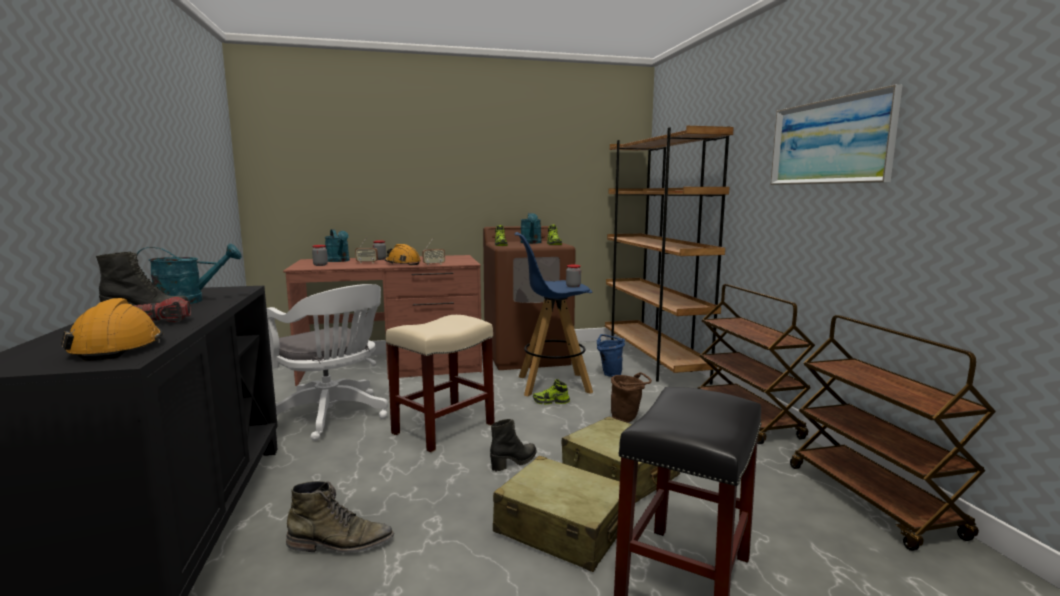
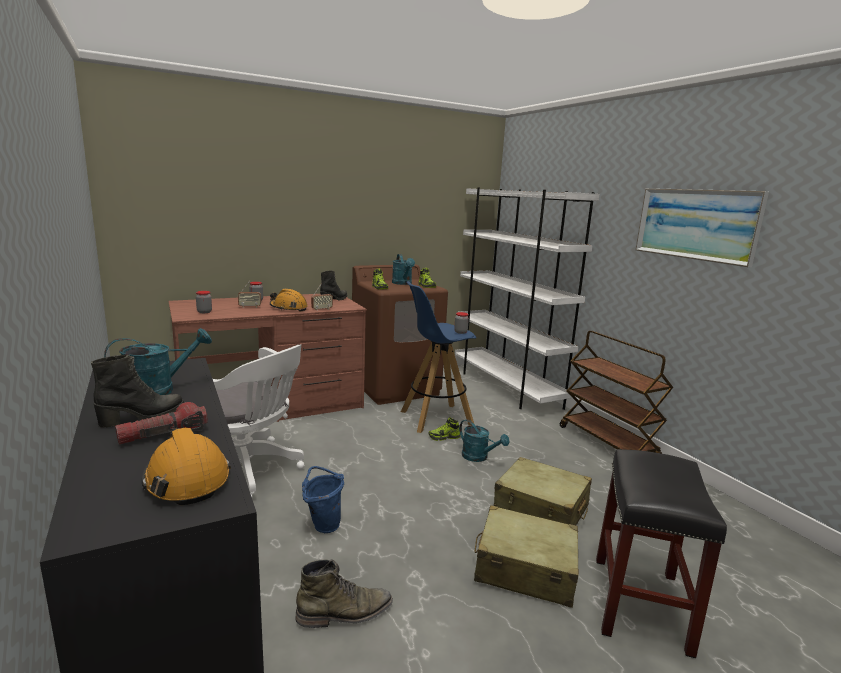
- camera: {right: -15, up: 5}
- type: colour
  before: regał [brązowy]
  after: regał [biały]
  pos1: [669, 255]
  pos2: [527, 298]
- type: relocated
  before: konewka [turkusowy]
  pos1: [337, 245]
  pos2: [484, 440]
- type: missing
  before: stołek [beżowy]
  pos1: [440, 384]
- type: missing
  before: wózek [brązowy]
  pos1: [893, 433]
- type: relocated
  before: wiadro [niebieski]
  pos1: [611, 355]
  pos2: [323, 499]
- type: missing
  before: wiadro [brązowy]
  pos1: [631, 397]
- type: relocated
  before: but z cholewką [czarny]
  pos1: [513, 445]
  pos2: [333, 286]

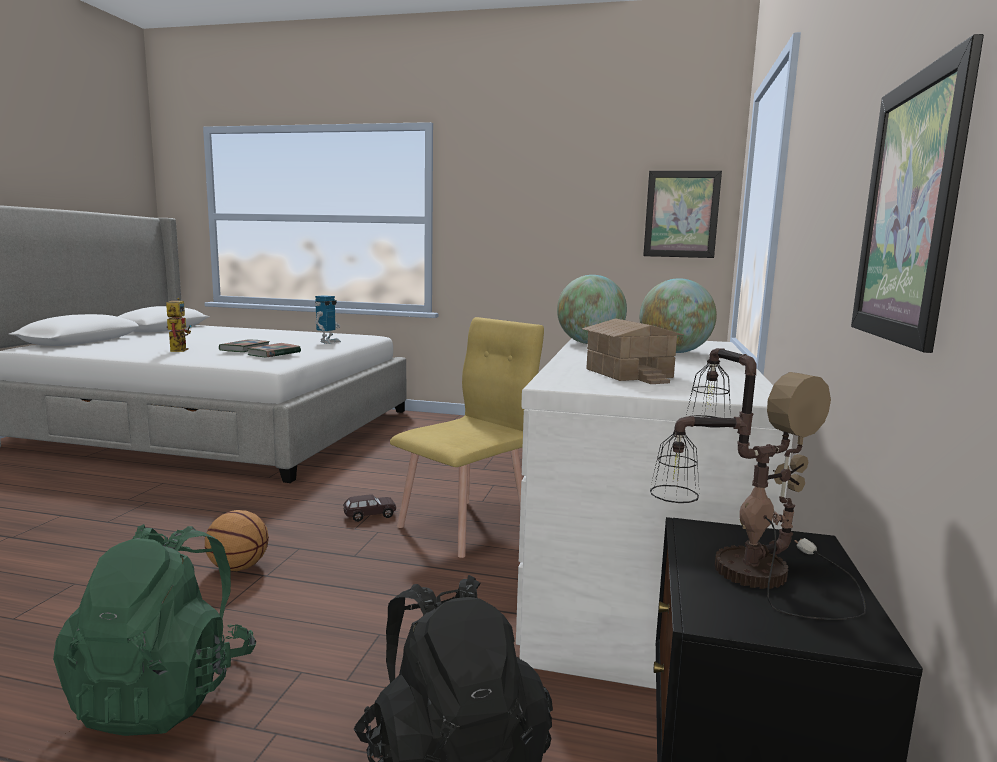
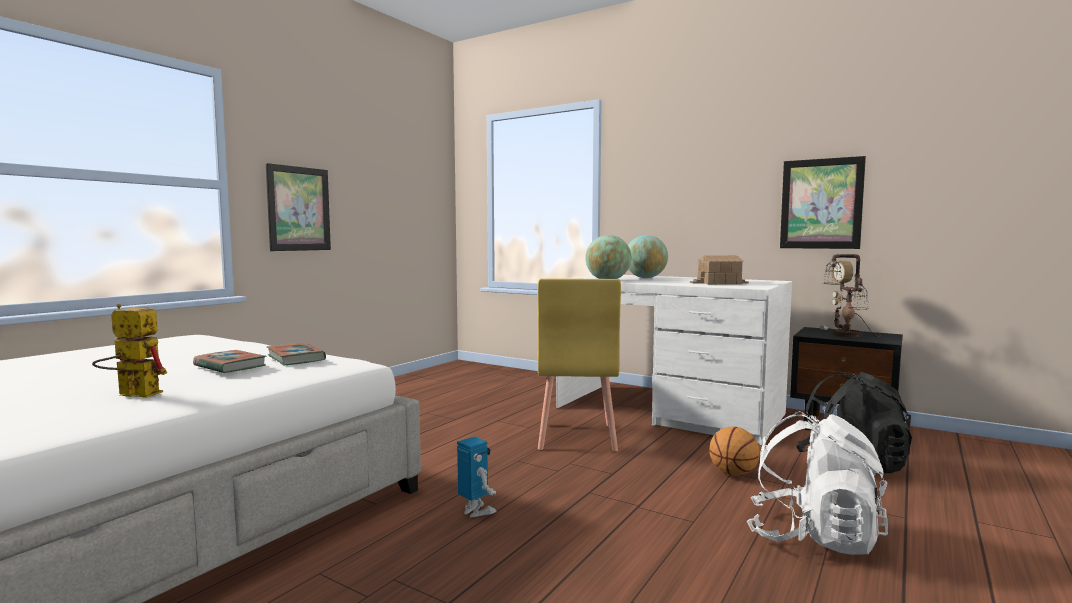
- camera: {right: -70, up: -5}
- type: relocated
  before: obraz
  pos1: [682, 214]
  pos2: [298, 207]
- type: relocated
  before: robot zabawkowy
  pos1: [328, 319]
  pos2: [476, 477]
- type: spun
  before: krzesło [żółty]
  pos1: [467, 437]
  pos2: [579, 364]
  turn: -150
- type: missing
  before: samochodzik [brązowy]
  pos1: [369, 508]
- type: relocated
  before: piłka do koszykówki
  pos1: [237, 540]
  pos2: [734, 451]
- type: colour
  before: plecak [zielony]
  after: plecak [biały]
  pos1: [154, 630]
  pos2: [817, 483]

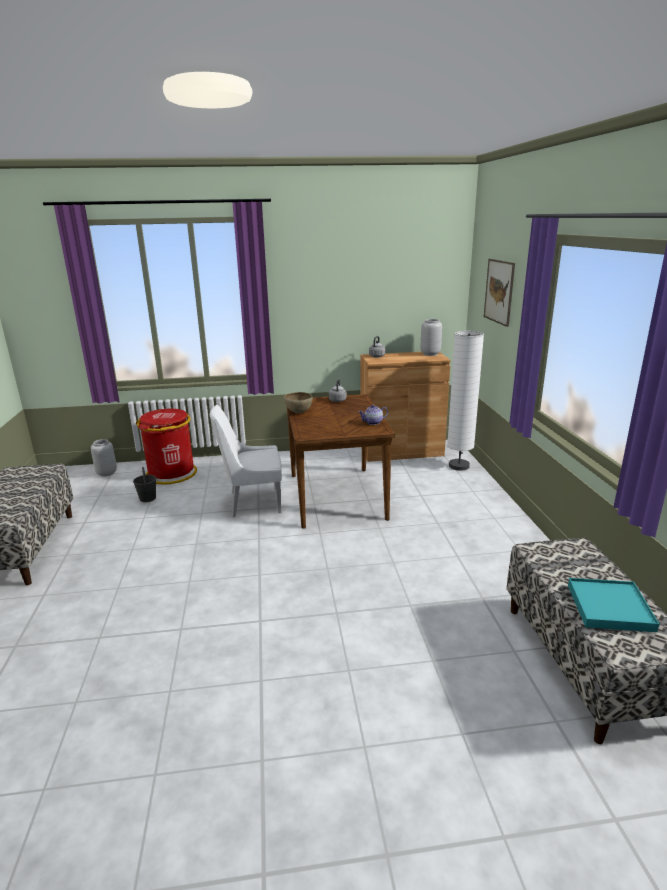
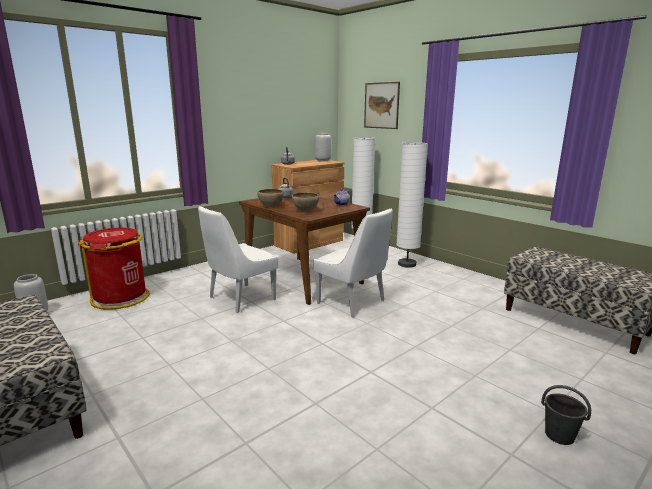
- camera: {right: -35, up: -5}
- type: relocated
  before: wiadro [szary]
  pos1: [144, 484]
  pos2: [566, 415]
- type: missing
  before: taca [turkusowy]
  pos1: [613, 605]
- type: appeared
  after: lampa stojąca [biały]
  pos2: [412, 205]
- type: appeared
  after: miska [brązowy]
  pos2: [305, 202]
- type: appeared
  after: krzesło [biały]
  pos2: [353, 263]

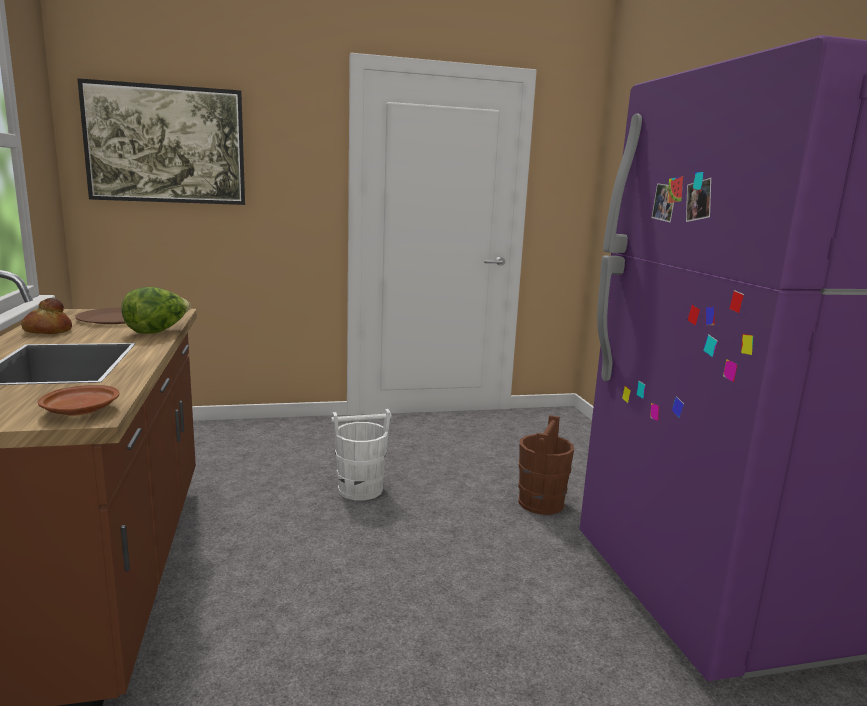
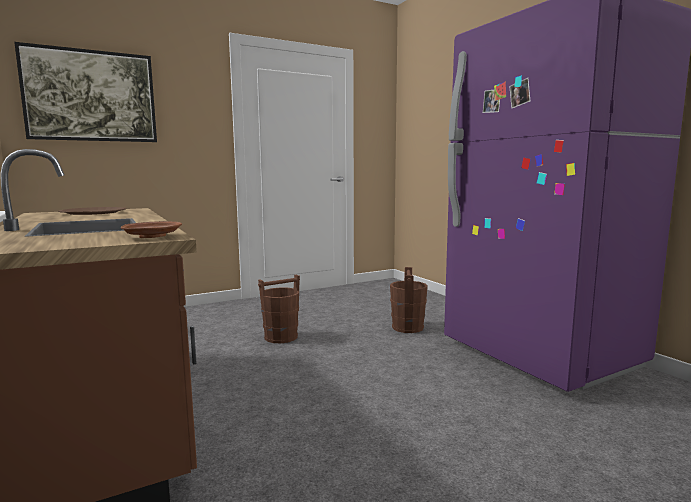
- camera: {right: -15, up: -5}
- type: missing
  before: sałata
  pos1: [156, 310]
- type: missing
  before: chleb
  pos1: [46, 316]
- type: colour
  before: wiadro [biały]
  after: wiadro [brązowy]
  pos1: [361, 454]
  pos2: [279, 309]

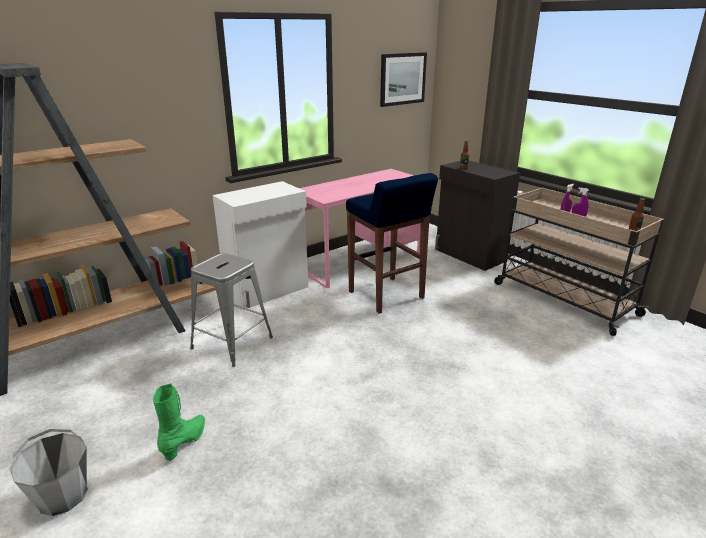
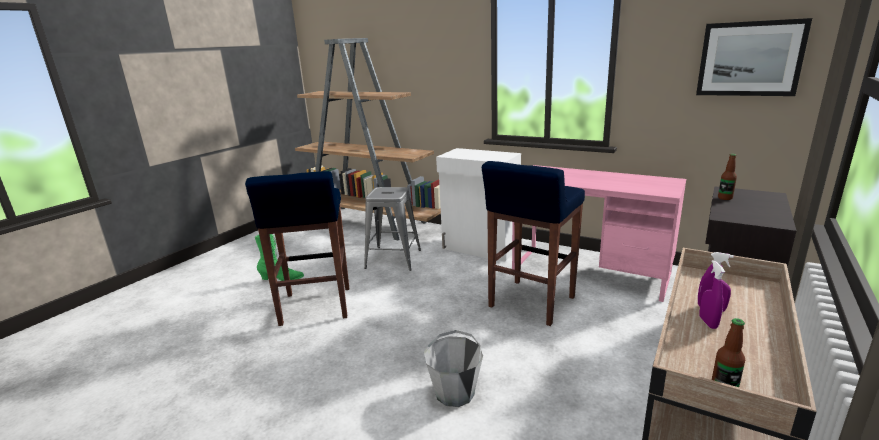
- camera: {right: 70, up: -5}
- type: relocated
  before: wiadro [szary]
  pos1: [48, 472]
  pos2: [453, 368]
- type: appeared
  after: stołek [niebieski]
  pos2: [297, 248]

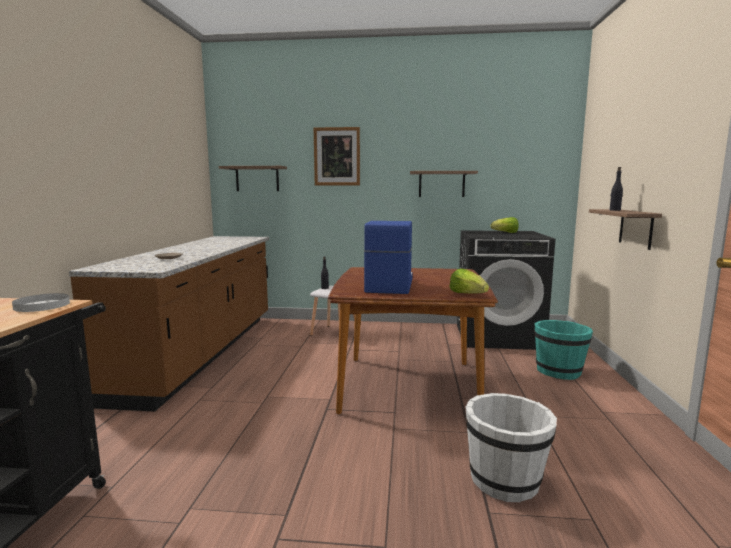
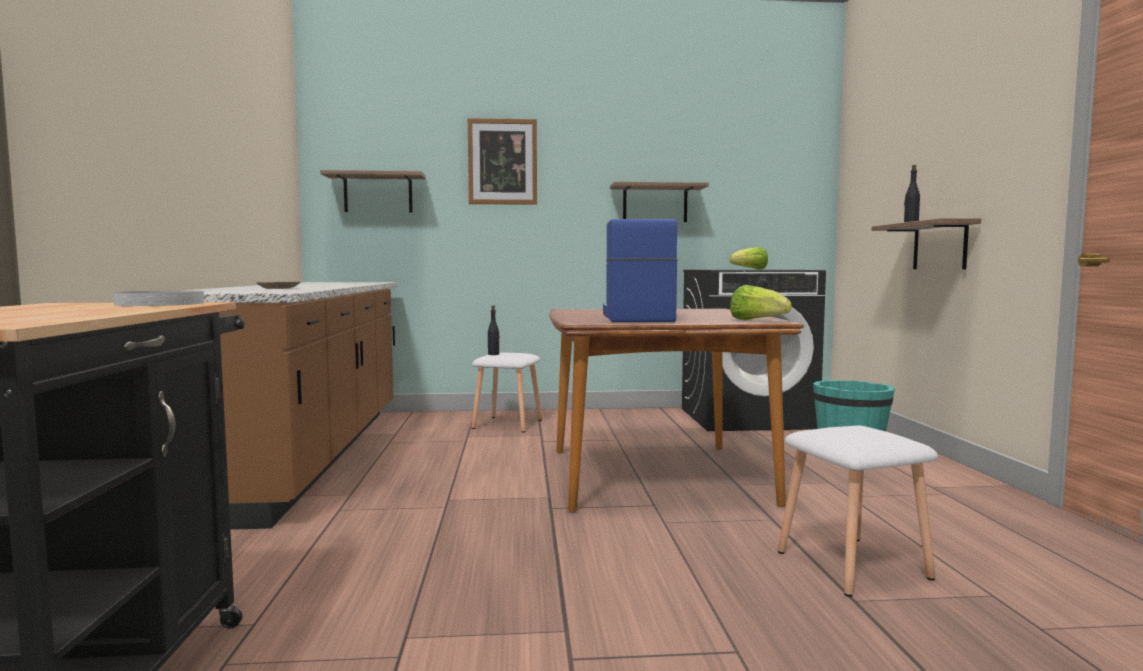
- camera: {right: -10, up: -5}
- type: exchanged
  before: wiadro [biały]
  after: stołek [biały]
  pos1: [511, 447]
  pos2: [858, 511]

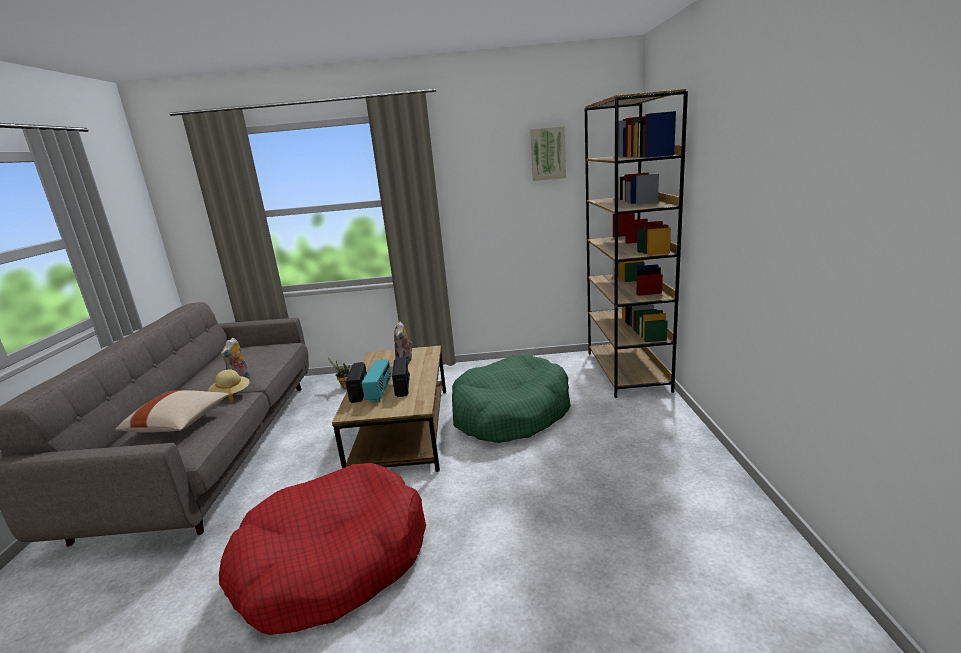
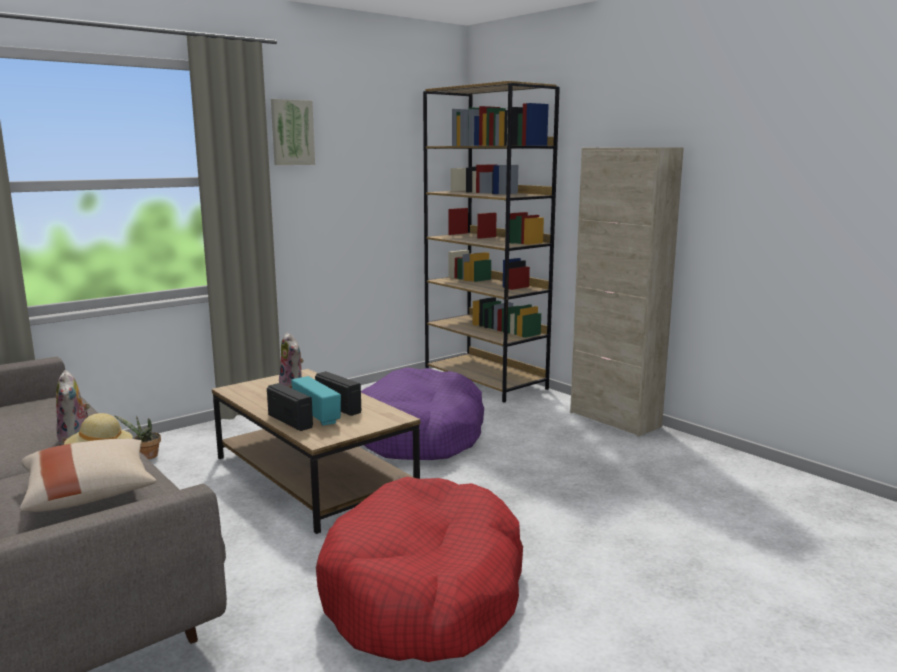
- camera: {right: -40, up: -5}
- type: relocated
  before: obraz
  pos1: [548, 153]
  pos2: [293, 132]
- type: colour
  before: legowisko [zielony]
  after: legowisko [fioletowy]
  pos1: [511, 398]
  pos2: [422, 413]
- type: appeared
  after: szafka [beżowy]
  pos2: [627, 292]

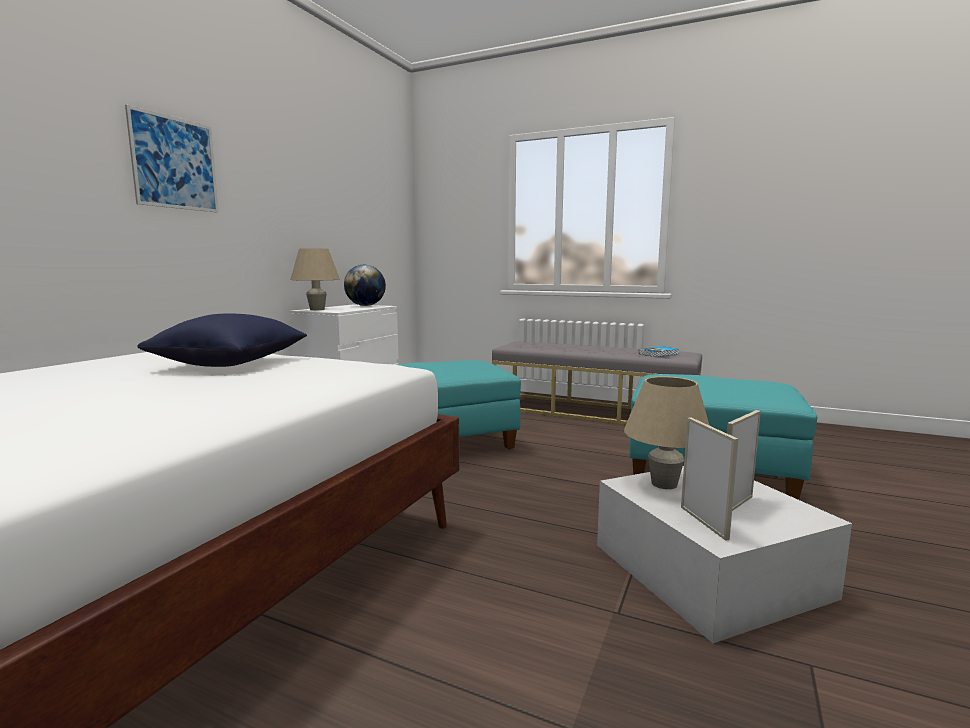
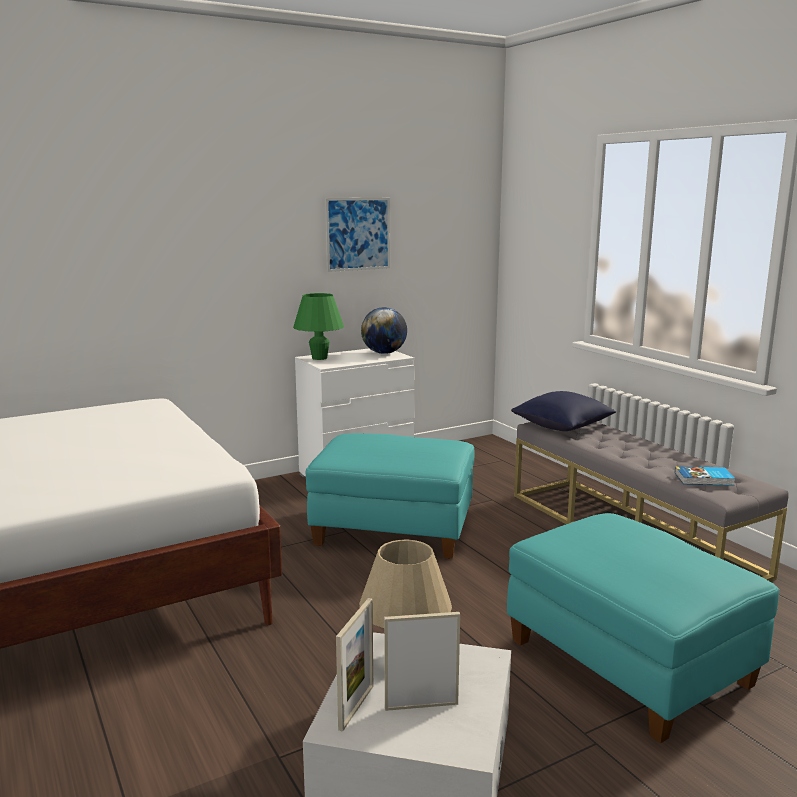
- camera: {right: 35, up: 5}
- type: relocated
  before: obraz
  pos1: [172, 159]
  pos2: [357, 235]
- type: colour
  before: lampa stołowa [beżowy]
  after: lampa stołowa [zielony]
  pos1: [315, 279]
  pos2: [318, 326]
- type: relocated
  before: poduszka [niebieski]
  pos1: [222, 340]
  pos2: [563, 411]

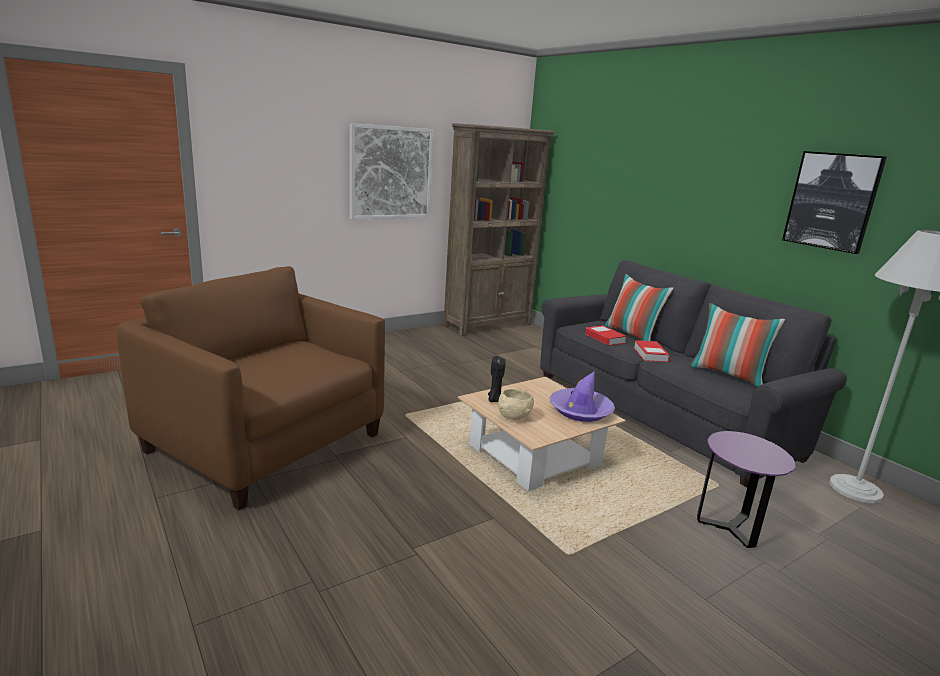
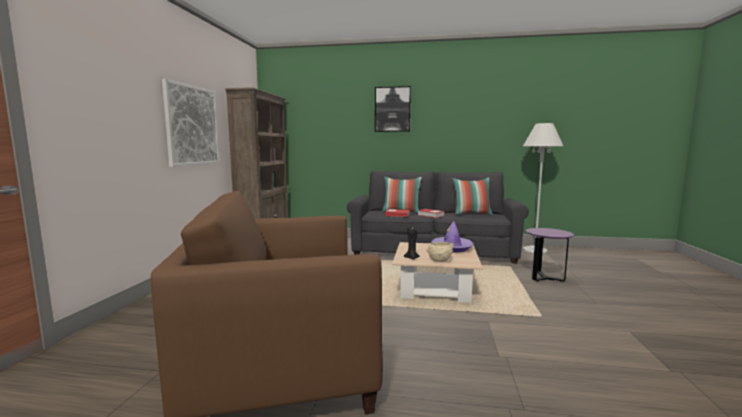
- camera: {right: -45, up: -10}
- type: relocated
  before: obraz
  pos1: [834, 202]
  pos2: [393, 109]

